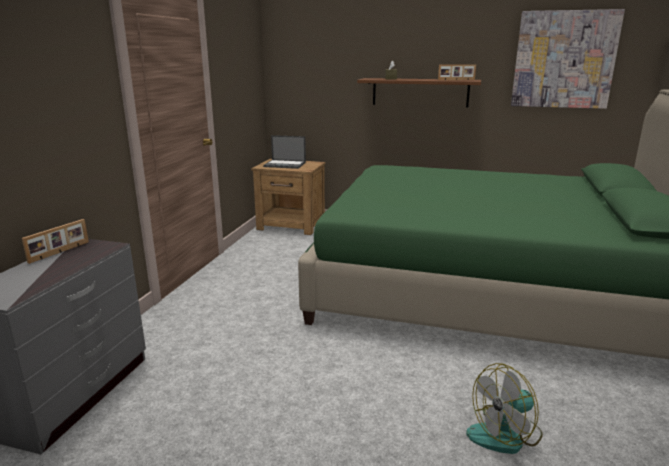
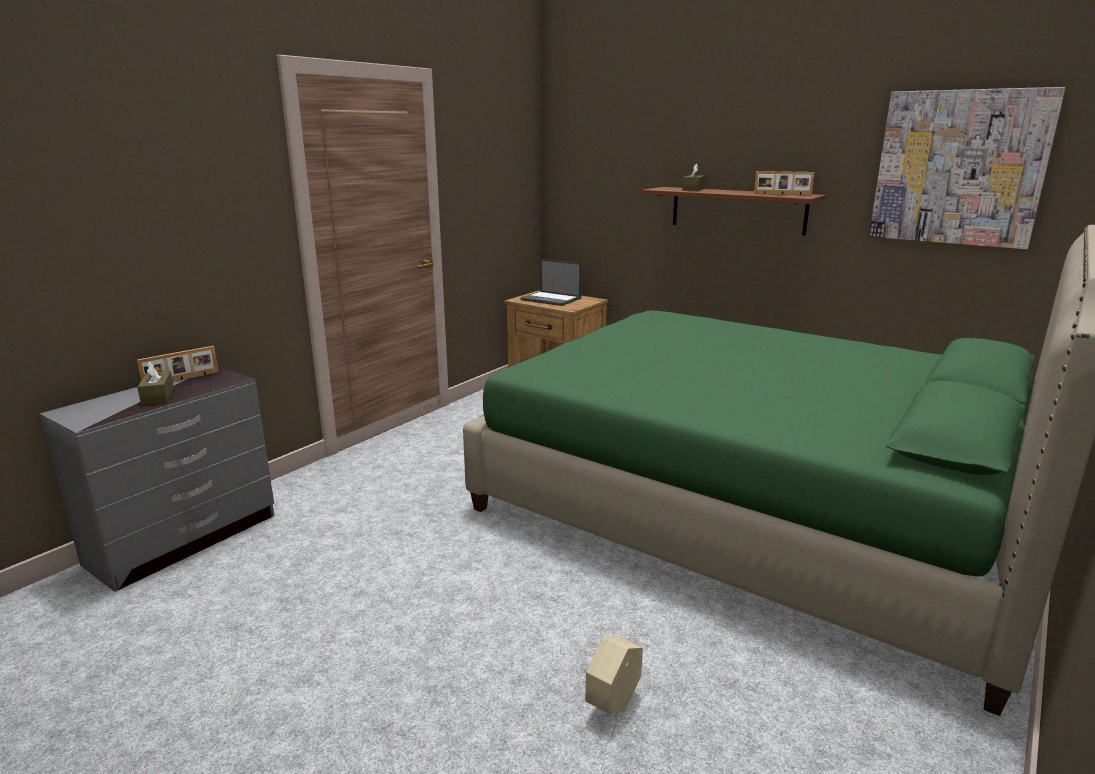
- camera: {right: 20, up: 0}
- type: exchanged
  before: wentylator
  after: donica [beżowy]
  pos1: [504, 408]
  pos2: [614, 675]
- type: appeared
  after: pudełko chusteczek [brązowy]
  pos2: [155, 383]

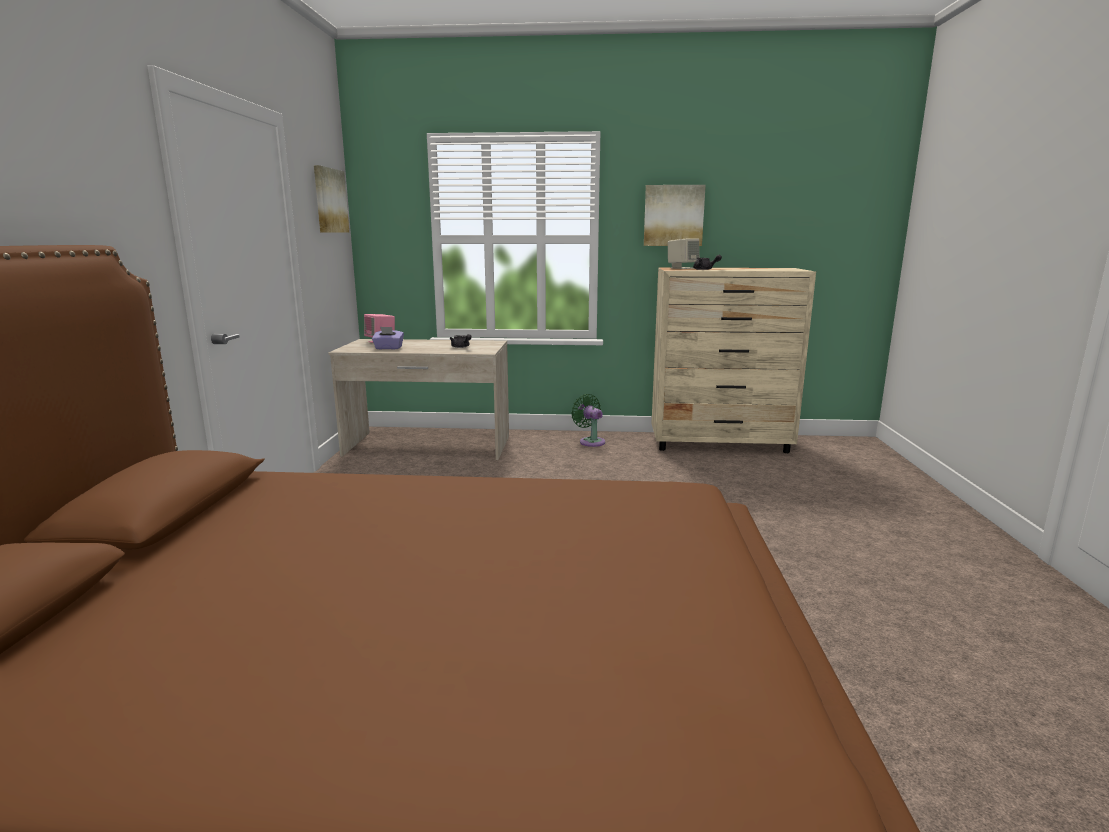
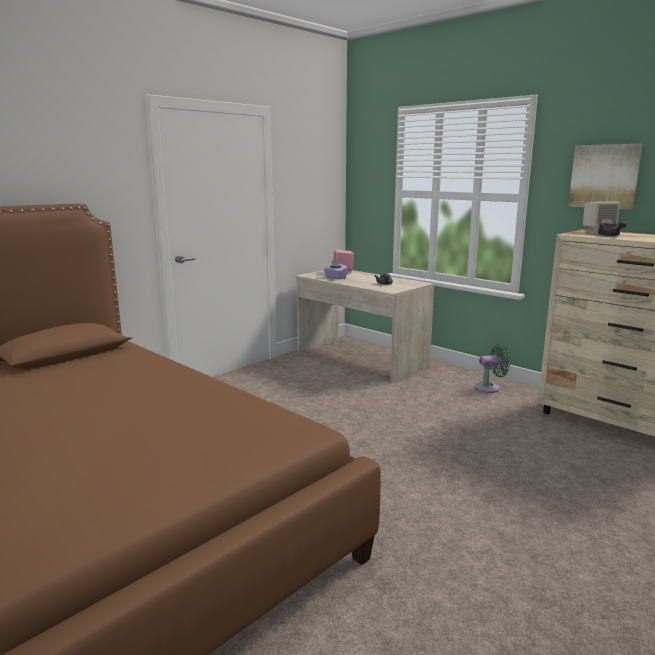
- camera: {right: 40, up: 0}
- type: missing
  before: obraz
  pos1: [331, 199]
- type: spun
  before: wentylator [zielony]
  pos1: [588, 420]
  pos2: [492, 368]
  turn: 75

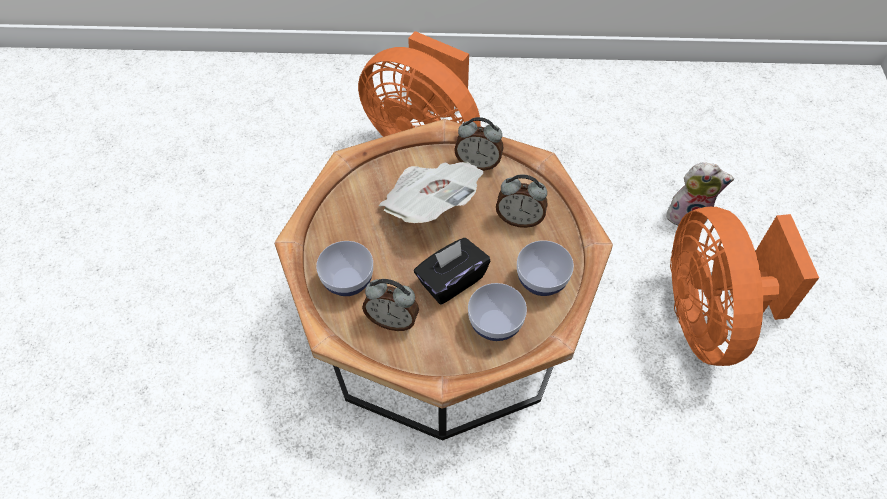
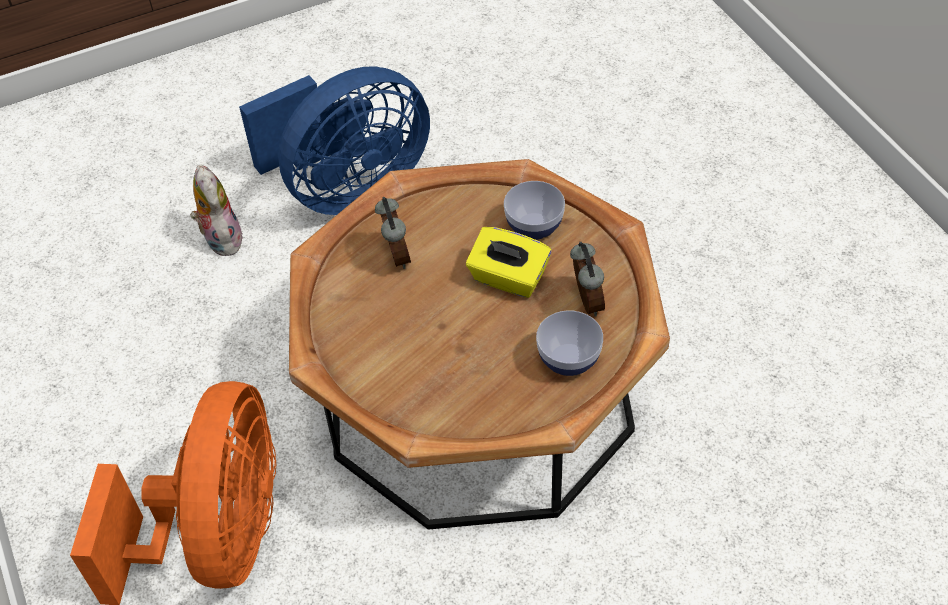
- camera: {right: -115, up: -5}
- type: missing
  before: budzik
  pos1: [478, 144]
- type: missing
  before: gazeta
  pos1: [431, 192]
- type: colour
  before: wentylator [pomarańczowy]
  after: wentylator [niebieski]
  pos1: [744, 286]
  pos2: [334, 140]
- type: colour
  before: pudełko chusteczek [czarny]
  after: pudełko chusteczek [żółty]
  pos1: [452, 271]
  pos2: [508, 262]
- type: missing
  before: miska
  pos1: [545, 268]

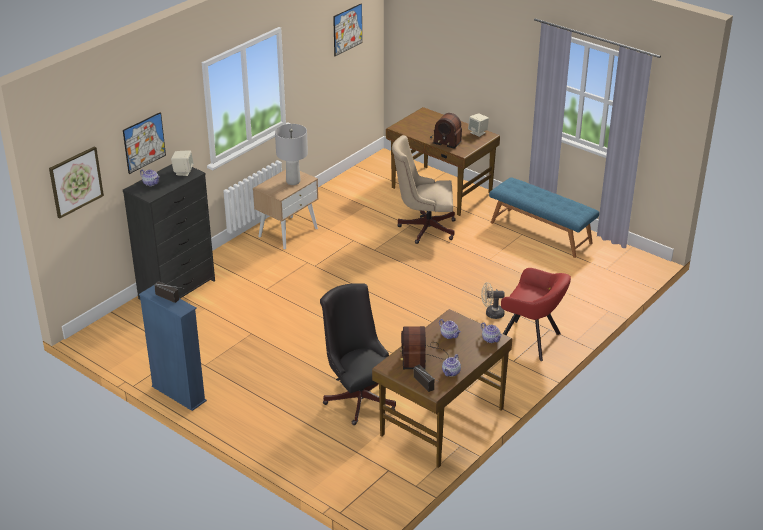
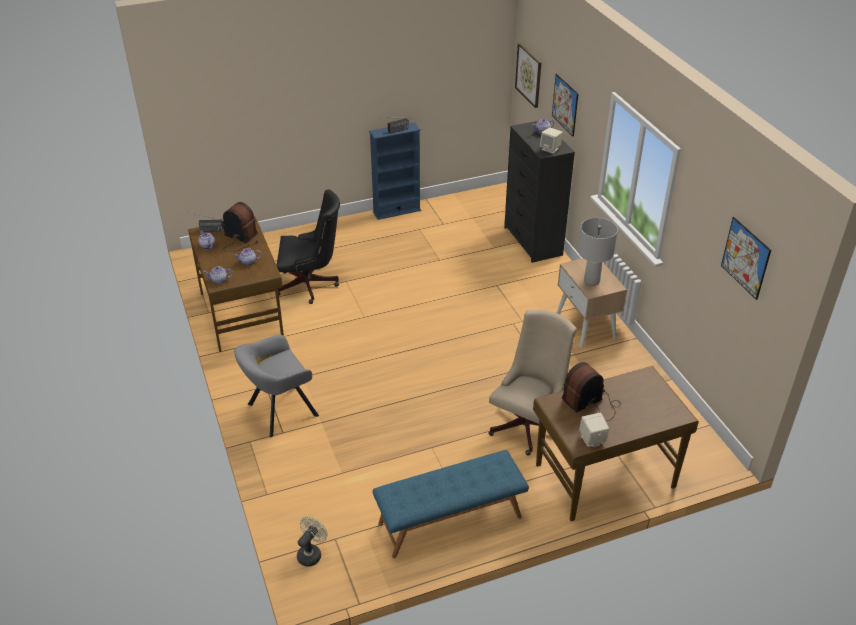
- camera: {right: 120, up: 5}
- type: colour
  before: fotel [czerwony]
  after: fotel [szary]
  pos1: [536, 314]
  pos2: [276, 386]
- type: relocated
  before: wentylator [beżowy]
  pos1: [493, 300]
  pos2: [312, 541]

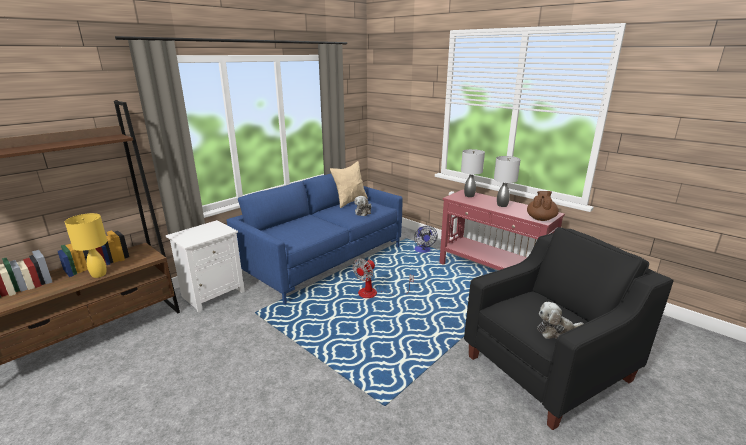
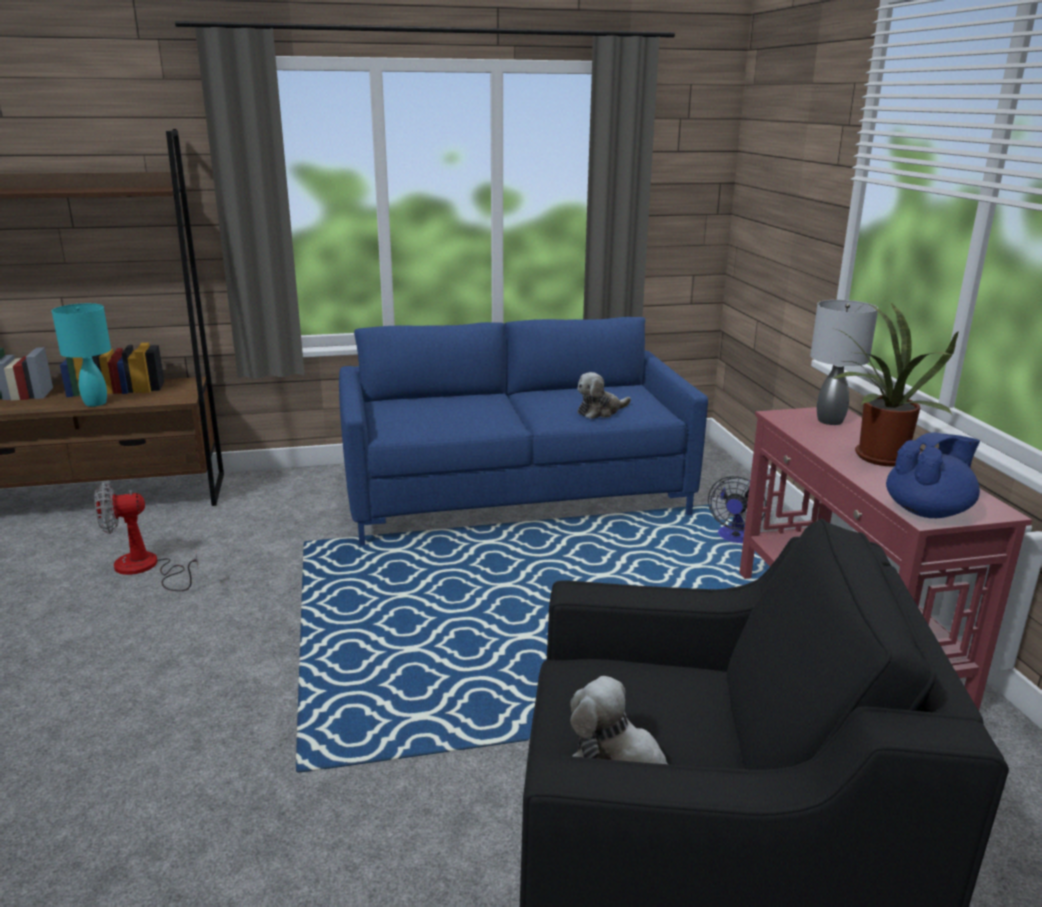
- camera: {right: 35, up: 0}
- type: exchanged
  before: lampa stołowa [szary]
  after: roślina doniczkowa
  pos1: [507, 181]
  pos2: [895, 384]
- type: missing
  before: poduszka [beżowy]
  pos1: [349, 184]
- type: colour
  before: imbryk [brązowy]
  after: imbryk [niebieski]
  pos1: [543, 206]
  pos2: [933, 475]
- type: colour
  before: lampa stołowa [żółty]
  after: lampa stołowa [turkusowy]
  pos1: [86, 245]
  pos2: [81, 355]
- type: missing
  before: szafka nocna [biały]
  pos1: [205, 266]
- type: relocated
  before: wentylator
  pos1: [383, 278]
  pos2: [146, 536]

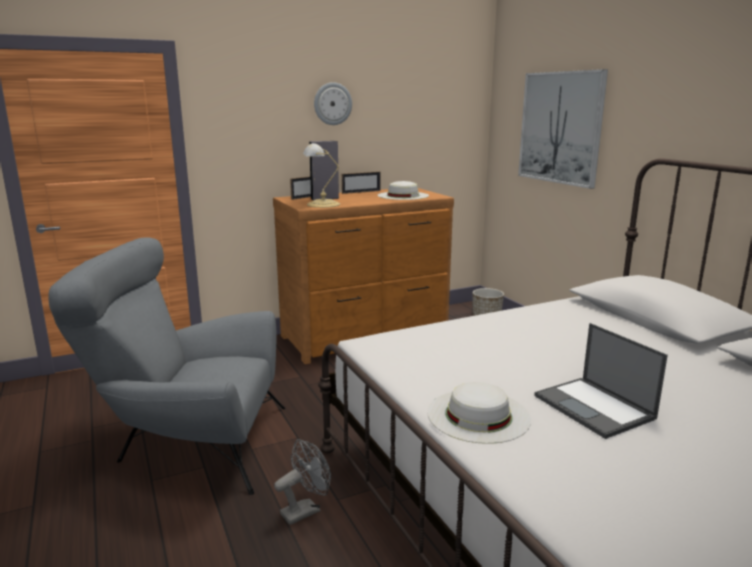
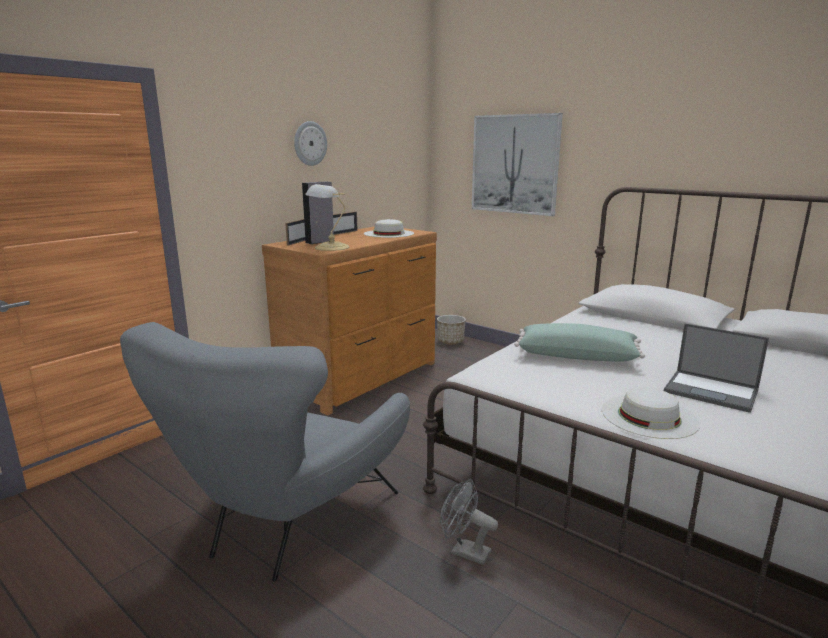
- camera: {right: -25, up: 0}
- type: spun
  before: fotel [szary]
  pos1: [167, 366]
  pos2: [265, 451]
  turn: -45
- type: spun
  before: wentylator [szary]
  pos1: [302, 482]
  pos2: [469, 522]
  turn: -90
- type: appeared
  after: poduszka [zielony]
  pos2: [579, 342]

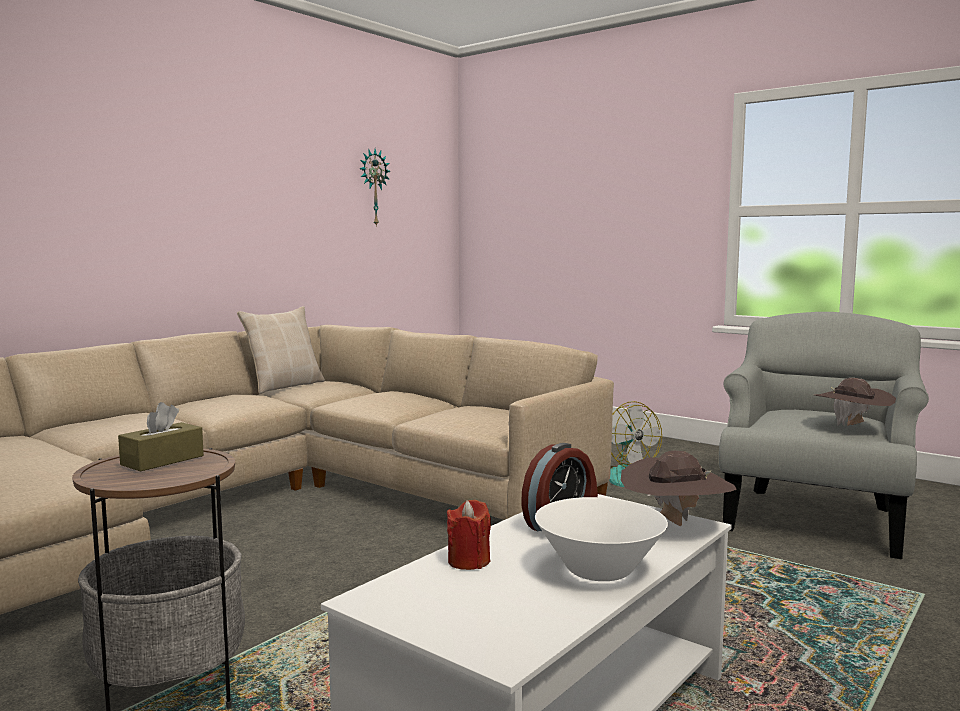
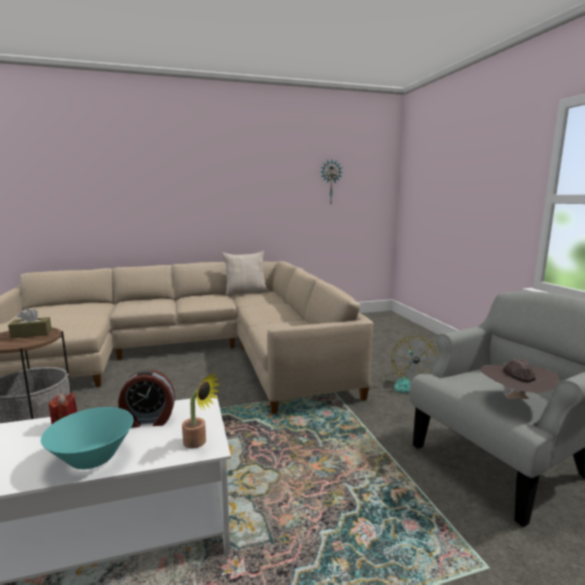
- camera: {right: 35, up: 5}
- type: exchanged
  before: kapelusz [brązowy]
  after: roślina doniczkowa
  pos1: [679, 488]
  pos2: [201, 410]
- type: colour
  before: miska [biały]
  after: miska [turkusowy]
  pos1: [601, 539]
  pos2: [87, 438]

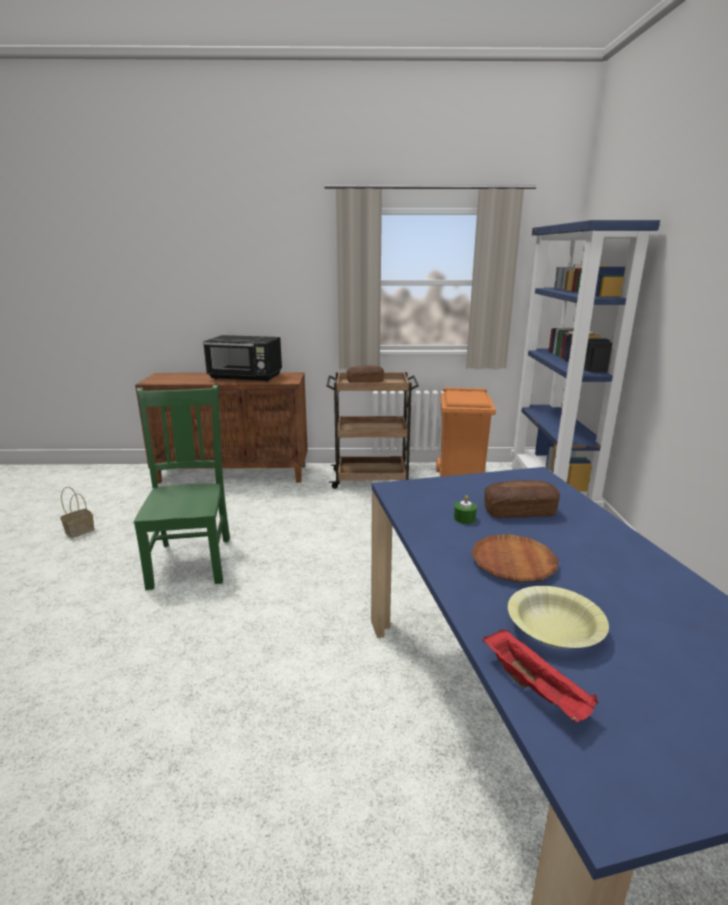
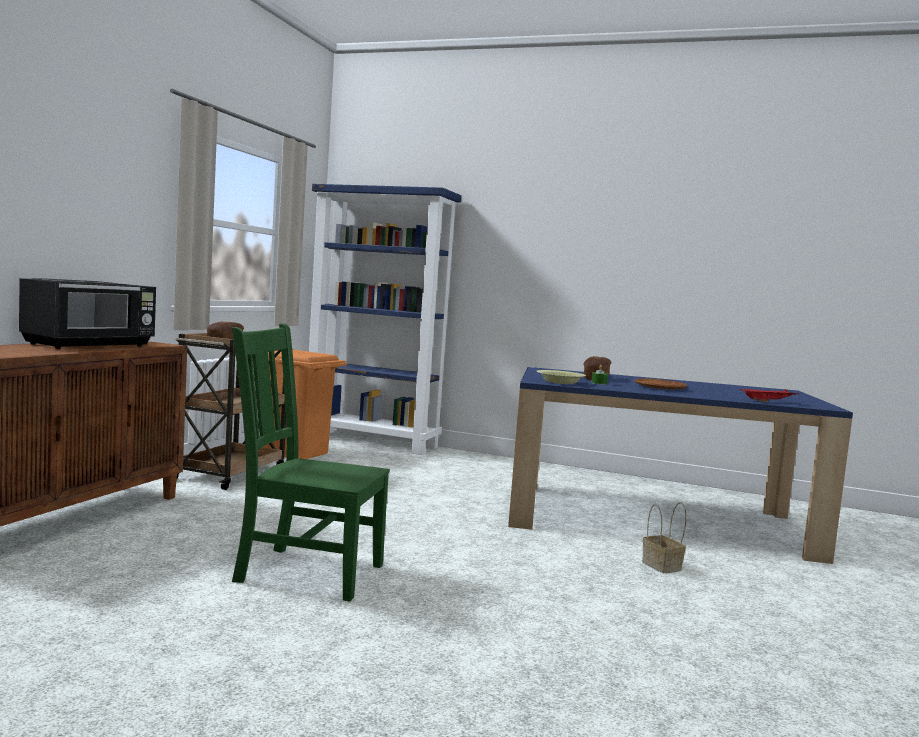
- camera: {right: -70, up: -15}
- type: relocated
  before: koszyk
  pos1: [77, 512]
  pos2: [664, 537]
- type: relocated
  before: miska [żółty]
  pos1: [558, 617]
  pos2: [561, 377]

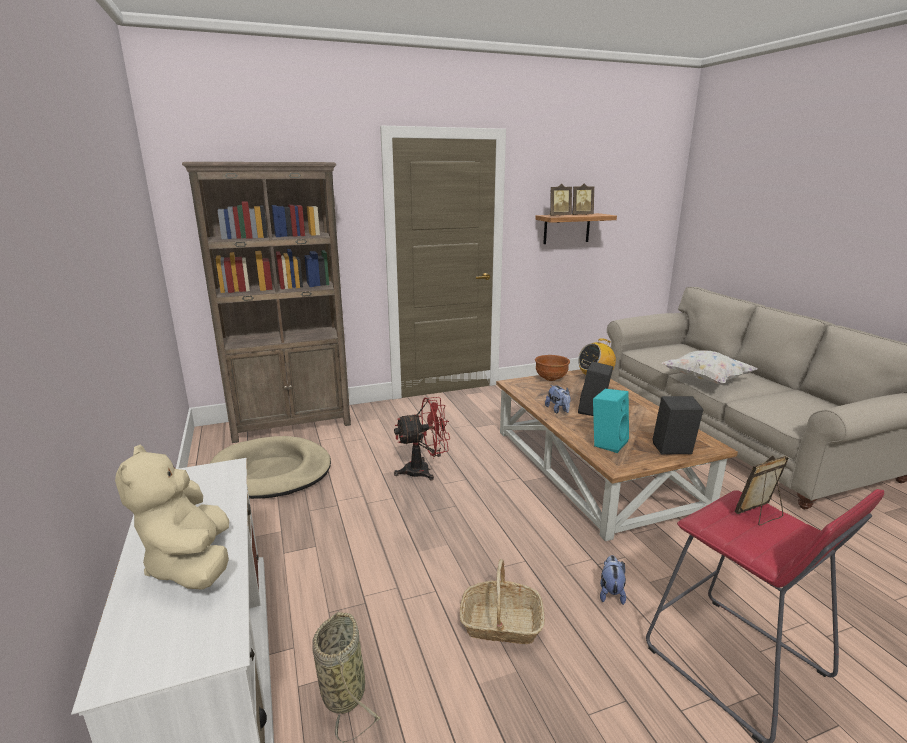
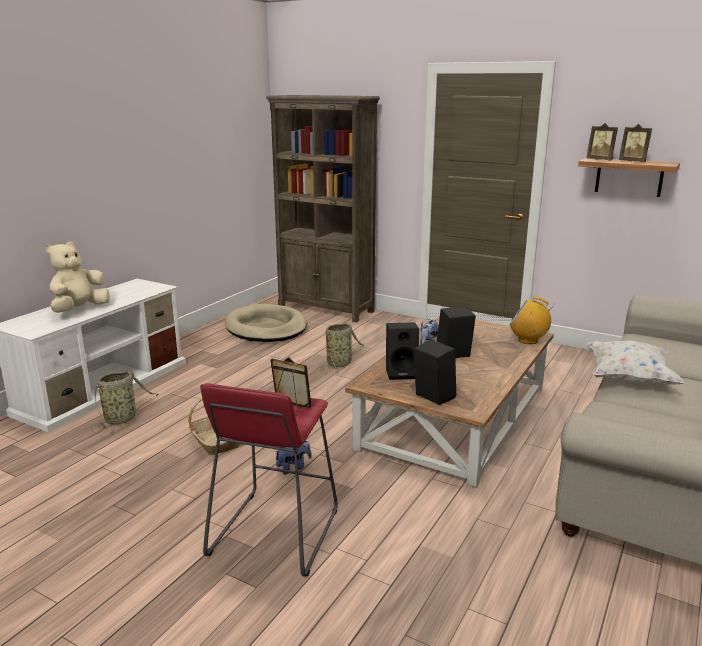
- camera: {right: 50, up: 0}
- type: missing
  before: miska [brązowy]
  pos1: [552, 368]
- type: colour
  before: głośnik [turkusowy]
  after: głośnik [czarny]
  pos1: [611, 421]
  pos2: [402, 351]
- type: exchanged
  before: wentylator [czerwony]
  after: koszyk
  pos1: [422, 439]
  pos2: [342, 346]

